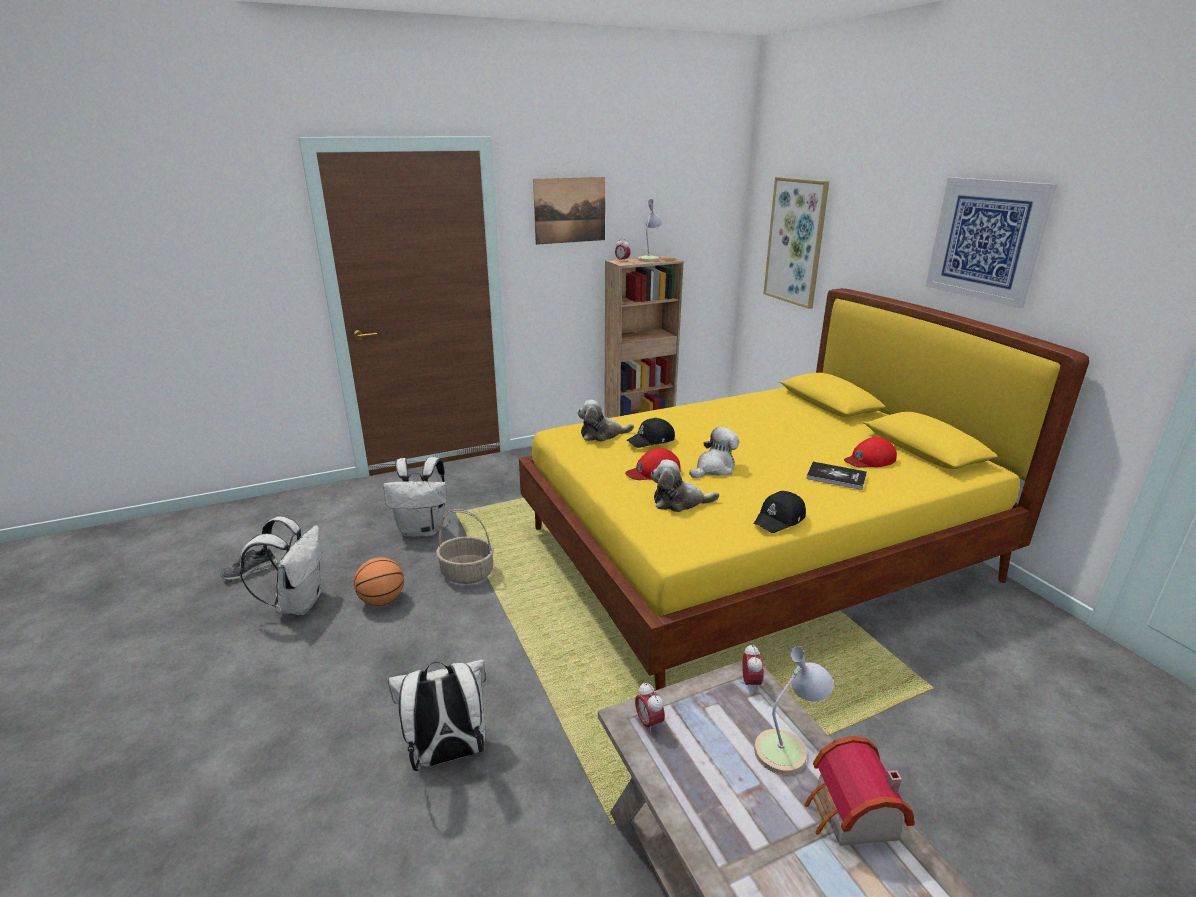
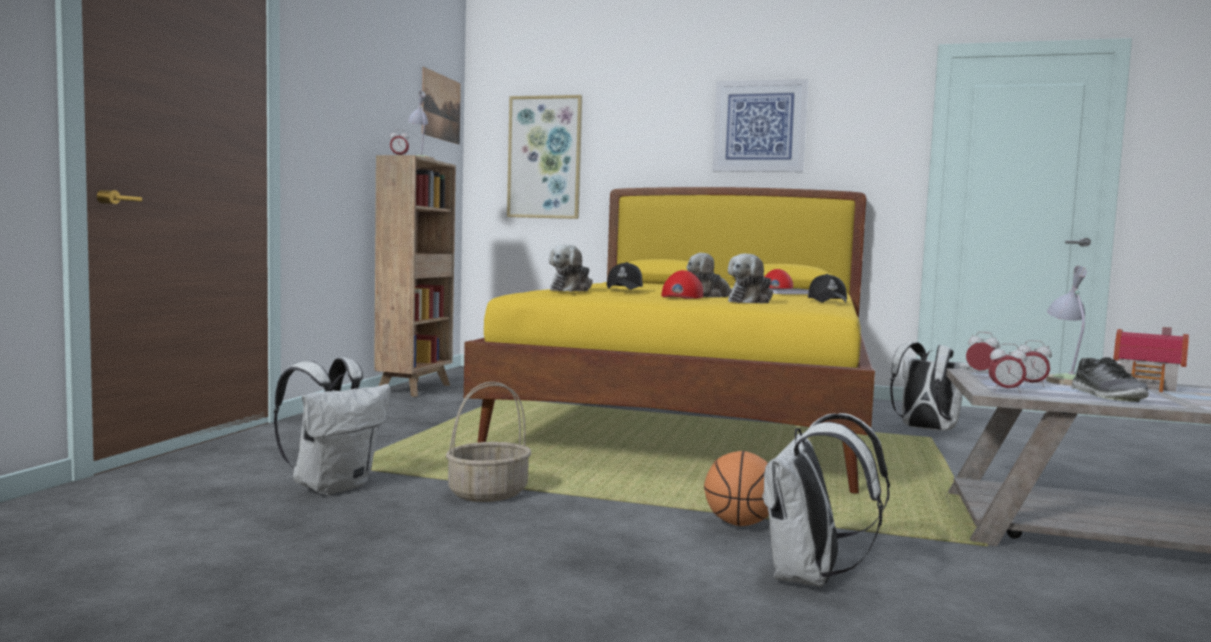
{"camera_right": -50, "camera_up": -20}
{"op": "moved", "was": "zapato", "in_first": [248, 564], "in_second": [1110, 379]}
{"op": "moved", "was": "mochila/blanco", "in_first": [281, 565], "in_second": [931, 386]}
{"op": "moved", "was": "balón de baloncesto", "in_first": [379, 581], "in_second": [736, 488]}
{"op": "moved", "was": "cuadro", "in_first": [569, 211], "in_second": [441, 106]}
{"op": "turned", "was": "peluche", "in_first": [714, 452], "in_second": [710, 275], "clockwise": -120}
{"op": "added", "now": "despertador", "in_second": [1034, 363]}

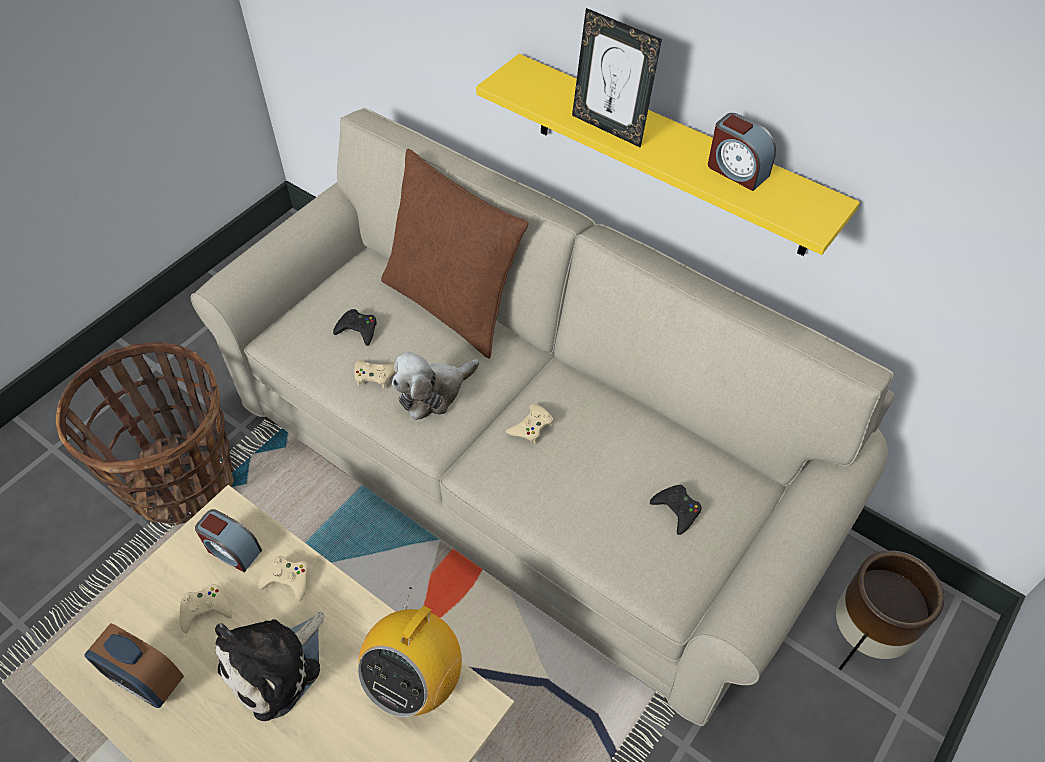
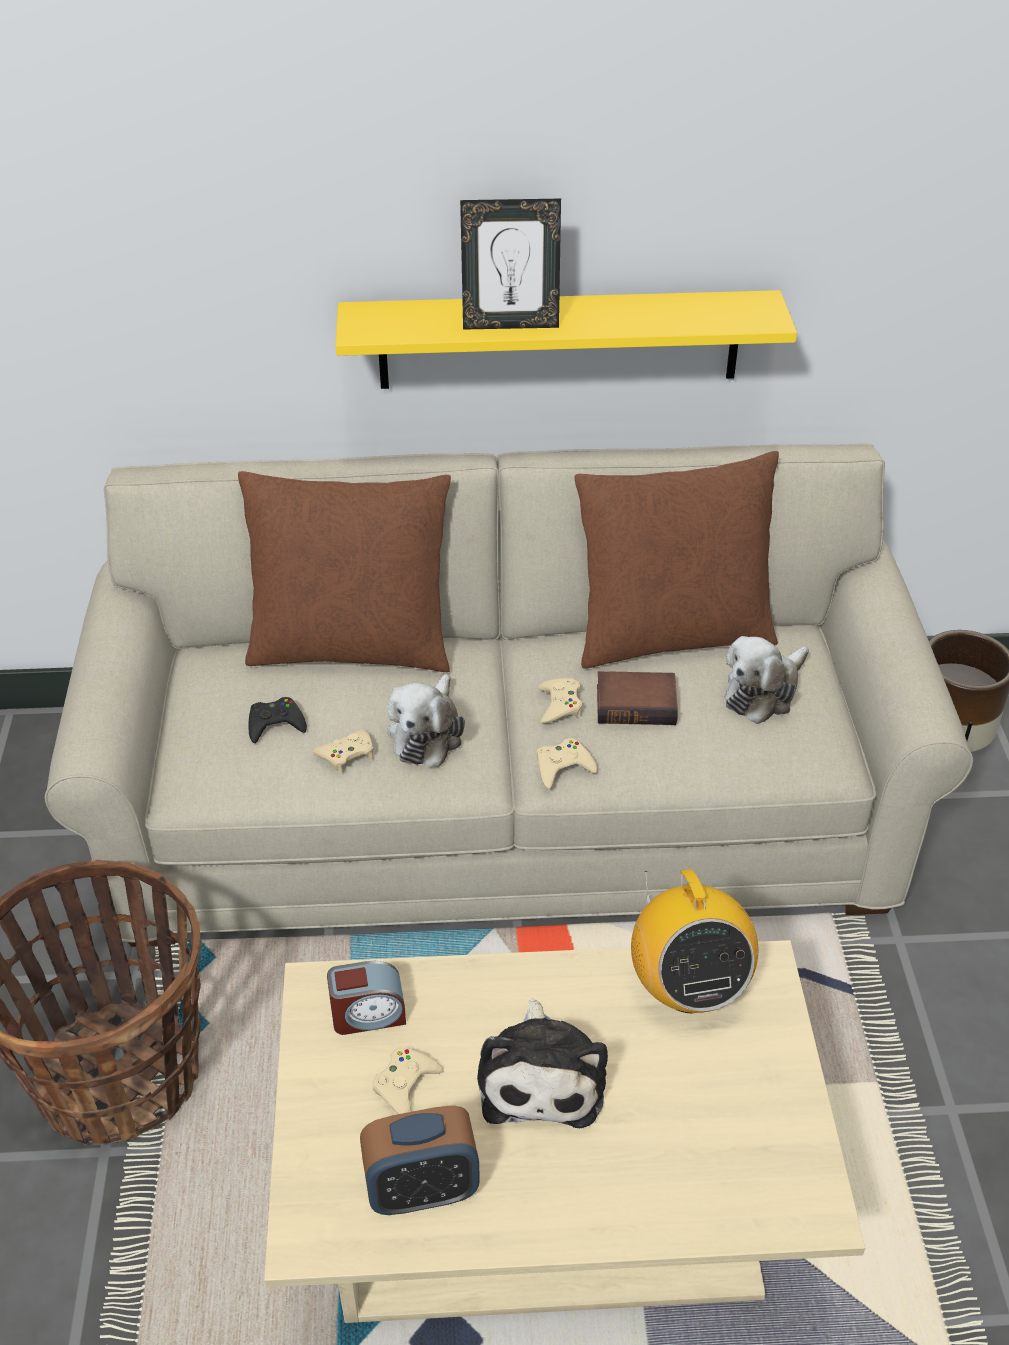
{"camera_right": -40, "camera_up": -10}
{"op": "moved", "was": "mando de consola/beis", "in_first": [283, 578], "in_second": [567, 763]}
{"op": "replaced", "was": "mando de consola/negro", "now": "peluche", "in_first": [676, 510], "in_second": [767, 680]}
{"op": "removed", "was": "despertador", "in_first": [742, 152]}
{"op": "added", "now": "cojín/marrón", "in_second": [676, 560]}
{"op": "added", "now": "libro", "in_second": [637, 698]}

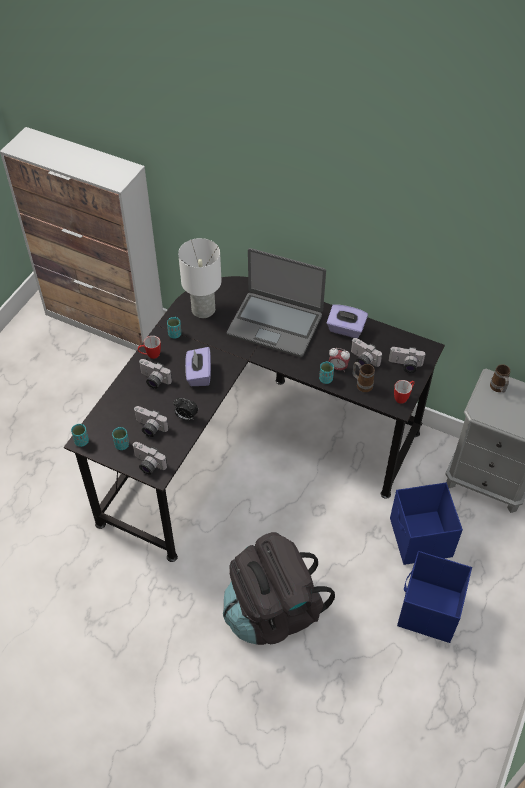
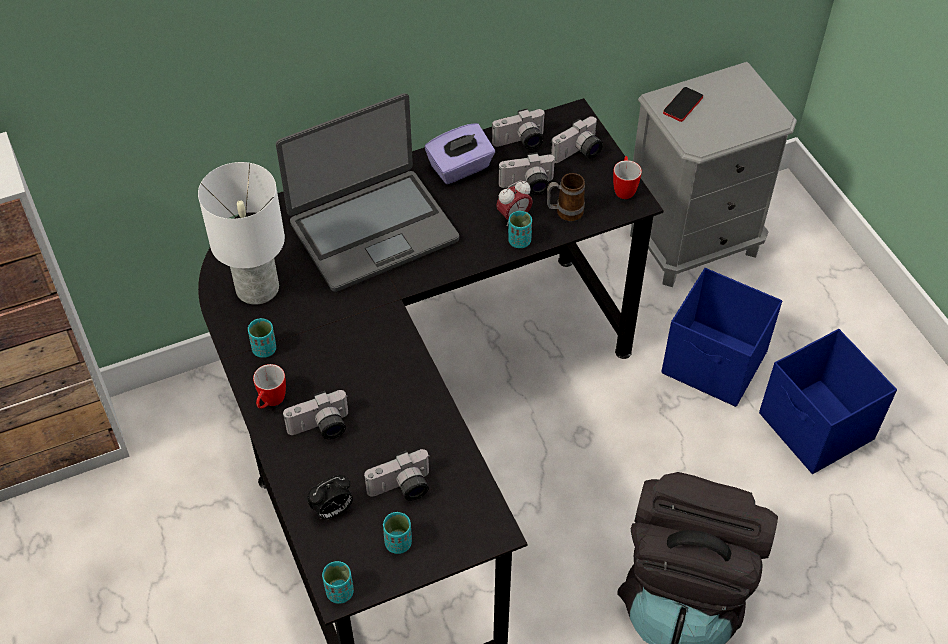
{"camera_right": -50, "camera_up": 0}
{"op": "moved", "was": "cámara", "in_first": [150, 458], "in_second": [518, 129]}
{"op": "moved", "was": "despertador", "in_first": [185, 409], "in_second": [330, 497]}
{"op": "removed", "was": "caja de pañuelos/morado", "in_first": [198, 366]}
{"op": "replaced", "was": "taza grande", "now": "móvil", "in_first": [500, 378], "in_second": [683, 104]}

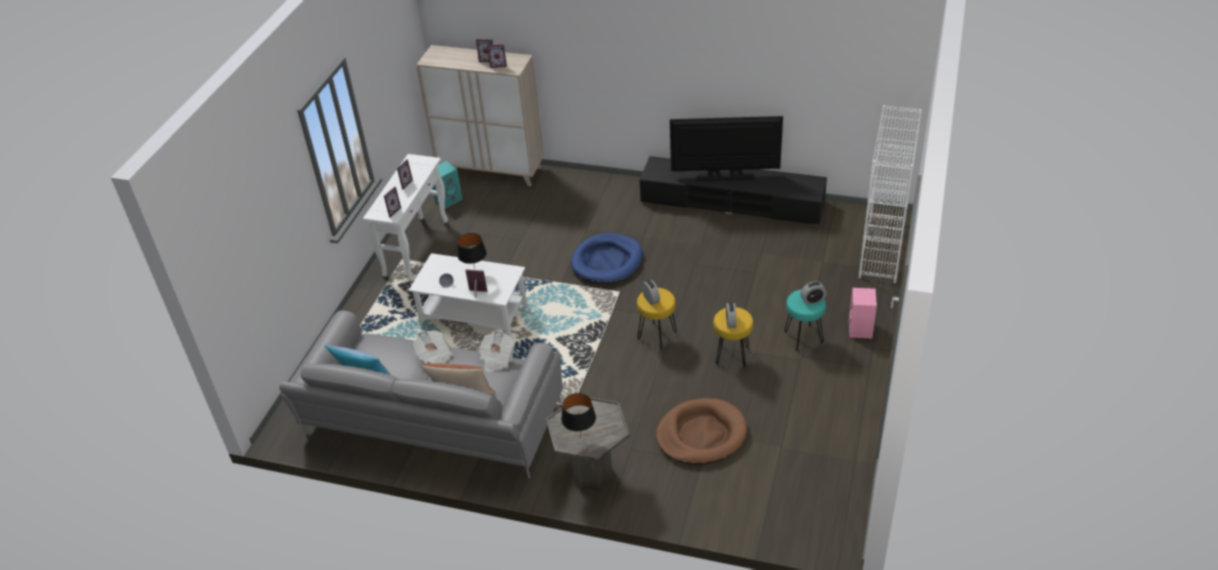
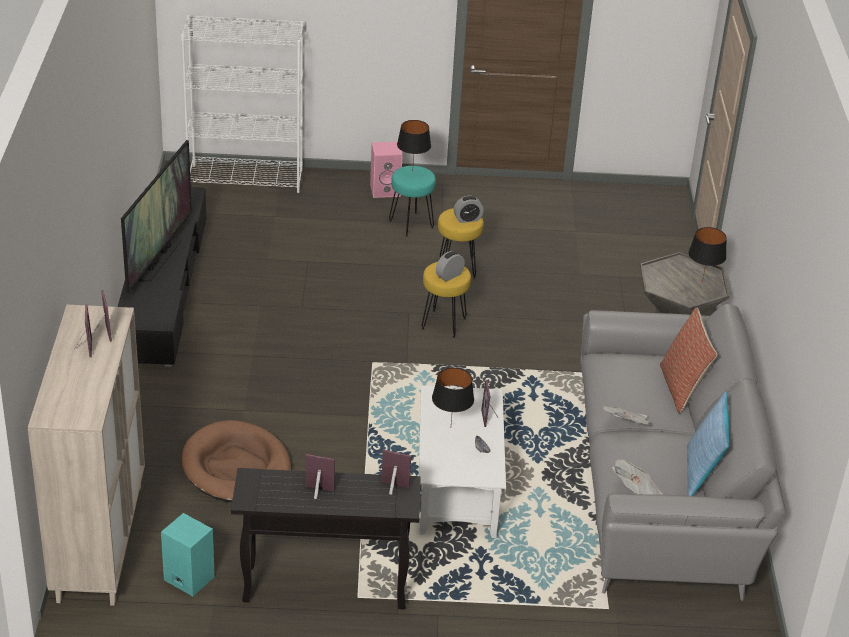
{"camera_right": -110, "camera_up": -5}
{"op": "recoloured", "was": "mesa consola/blanco", "now": "mesa consola/negro", "in_first": [405, 217], "in_second": [326, 538]}
{"op": "moved", "was": "periódico", "in_first": [497, 351], "in_second": [637, 477]}
{"op": "removed", "was": "cama para perro/azul", "in_first": [607, 258]}
{"op": "moved", "was": "cama para perro/marrón", "in_first": [701, 431], "in_second": [236, 461]}
{"op": "turned", "was": "televisor", "in_first": [726, 148], "in_second": [156, 216], "clockwise": -150}
{"op": "replaced", "was": "despertador", "now": "lámpara de mesa/negro", "in_first": [813, 293], "in_second": [414, 146]}

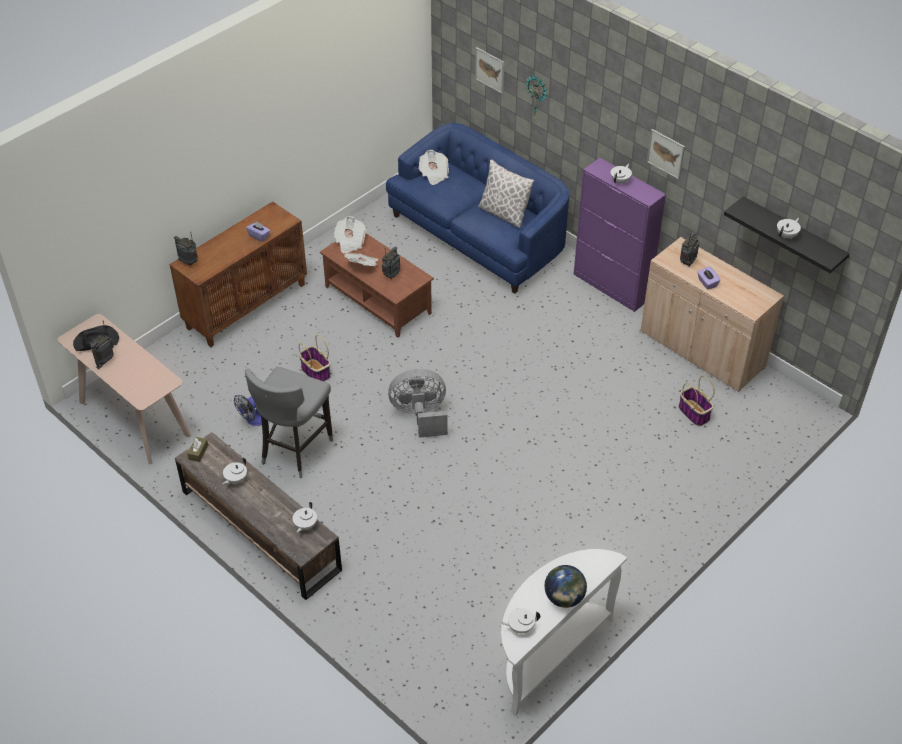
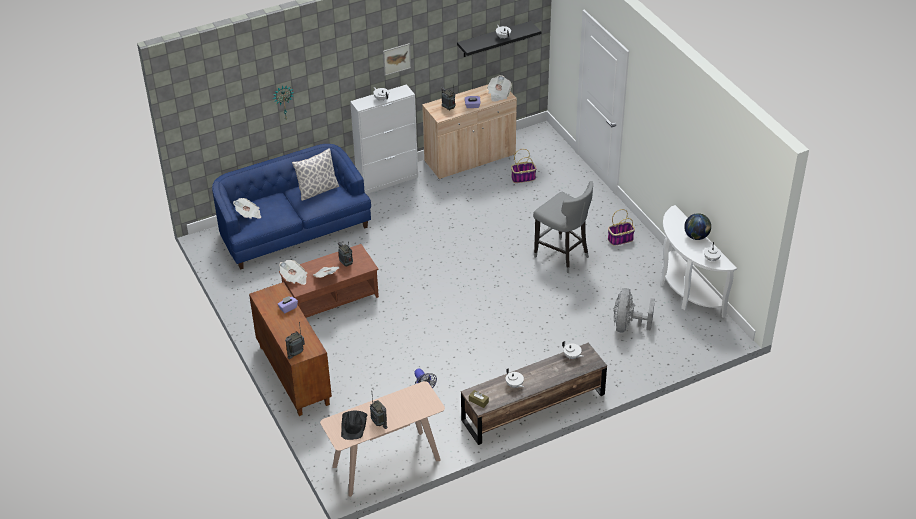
{"camera_right": -70, "camera_up": -5}
{"op": "moved", "was": "taburete/gris", "in_first": [289, 422], "in_second": [563, 227]}
{"op": "moved", "was": "cesta", "in_first": [315, 358], "in_second": [621, 227]}
{"op": "moved", "was": "ventilador/gris", "in_first": [418, 403], "in_second": [634, 310]}
{"op": "removed", "was": "cuadro", "in_first": [489, 70]}
{"op": "recoloured", "was": "armario/morado", "now": "armario/blanco", "in_first": [620, 235], "in_second": [384, 139]}
{"op": "added", "now": "periódico", "in_second": [499, 88]}

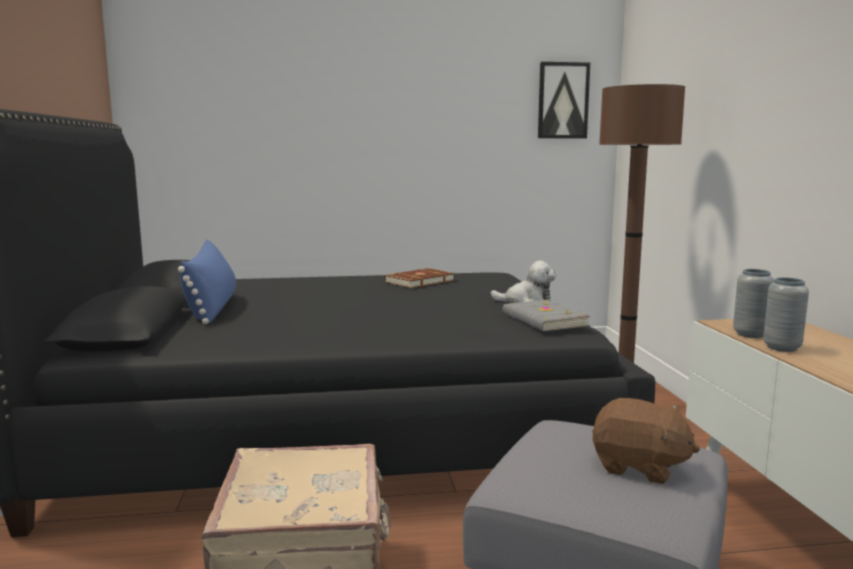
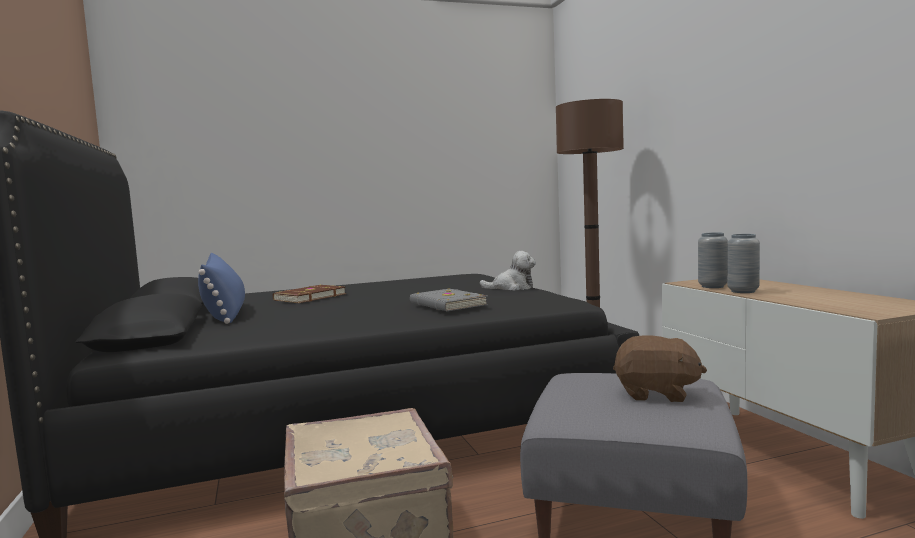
{"camera_right": -10, "camera_up": -5}
{"op": "moved", "was": "libro/marrón", "in_first": [419, 278], "in_second": [309, 293]}
{"op": "moved", "was": "libro/gris", "in_first": [546, 315], "in_second": [449, 299]}
{"op": "removed", "was": "cuadro", "in_first": [564, 100]}

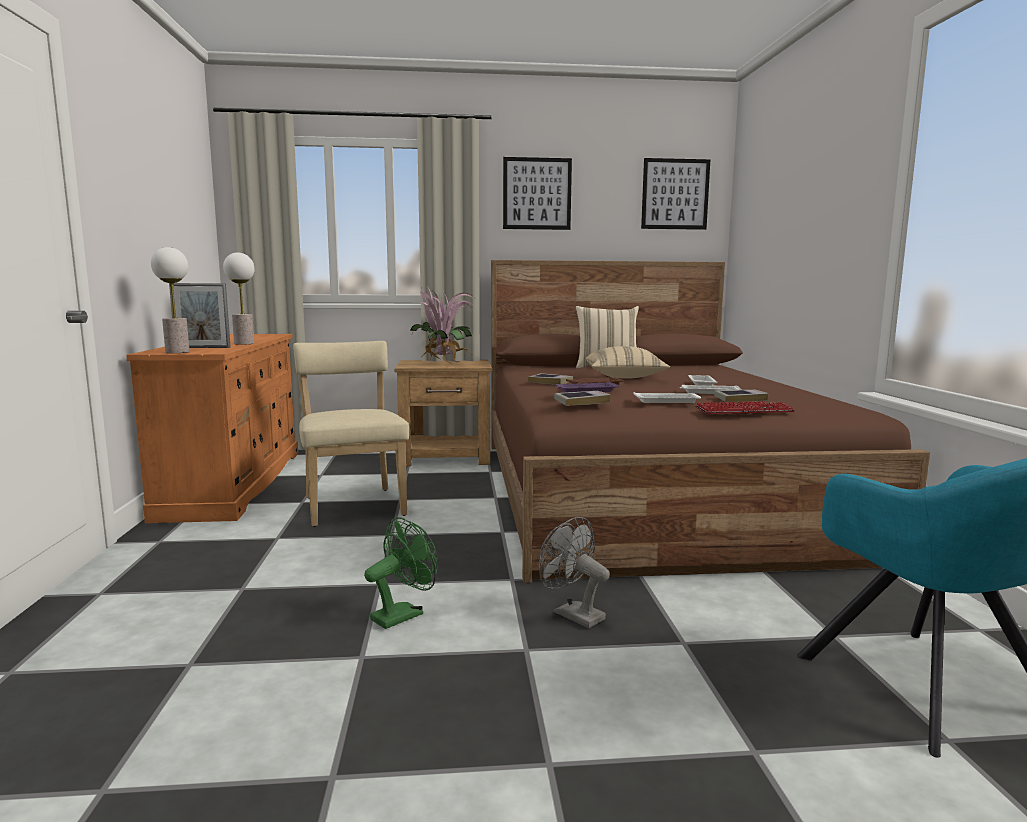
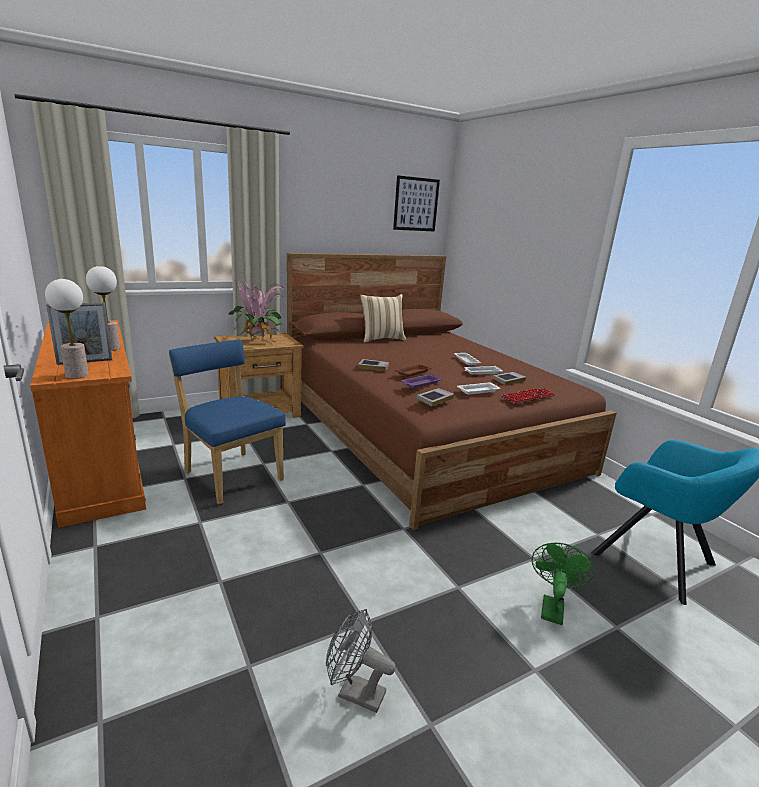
{"camera_right": -25, "camera_up": 10}
{"op": "recoloured", "was": "silla/beis", "now": "silla/azul", "in_first": [351, 434], "in_second": [227, 422]}
{"op": "moved", "was": "ventilador/verde", "in_first": [401, 573], "in_second": [563, 584]}
{"op": "removed", "was": "cuadro", "in_first": [537, 193]}
{"op": "moved", "was": "ventilador/gris", "in_first": [574, 572], "in_second": [361, 661]}
{"op": "removed", "was": "cojín/beis", "in_first": [627, 362]}

